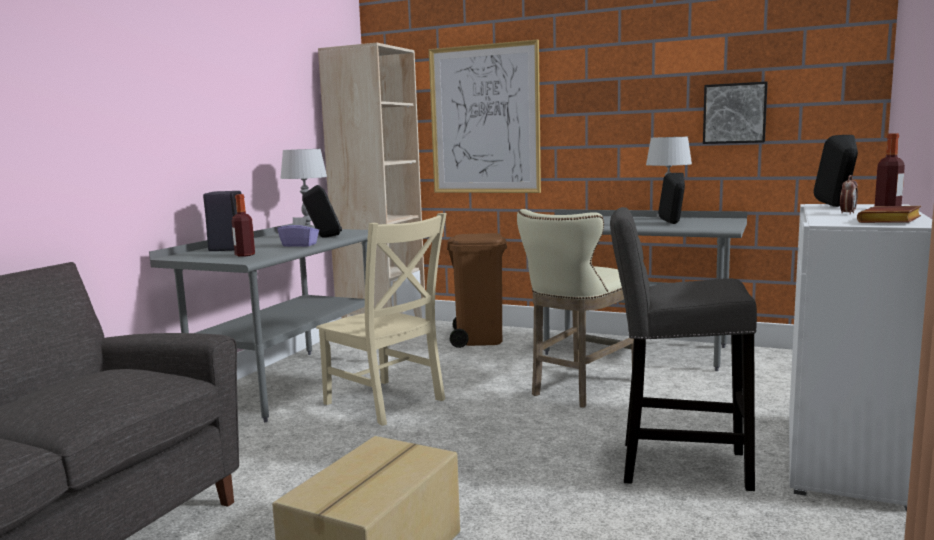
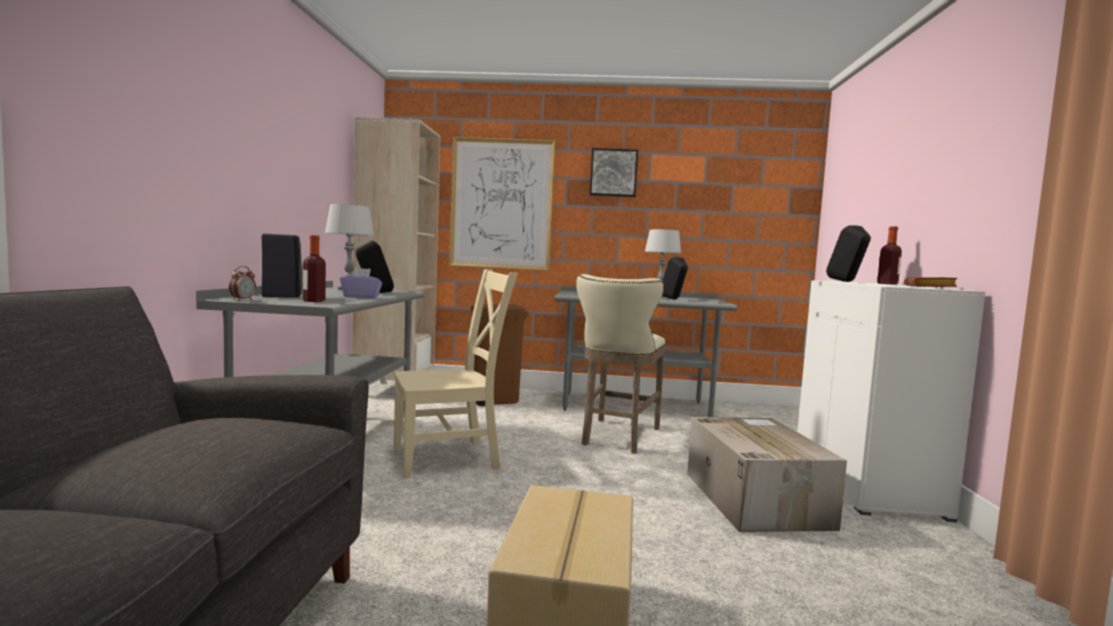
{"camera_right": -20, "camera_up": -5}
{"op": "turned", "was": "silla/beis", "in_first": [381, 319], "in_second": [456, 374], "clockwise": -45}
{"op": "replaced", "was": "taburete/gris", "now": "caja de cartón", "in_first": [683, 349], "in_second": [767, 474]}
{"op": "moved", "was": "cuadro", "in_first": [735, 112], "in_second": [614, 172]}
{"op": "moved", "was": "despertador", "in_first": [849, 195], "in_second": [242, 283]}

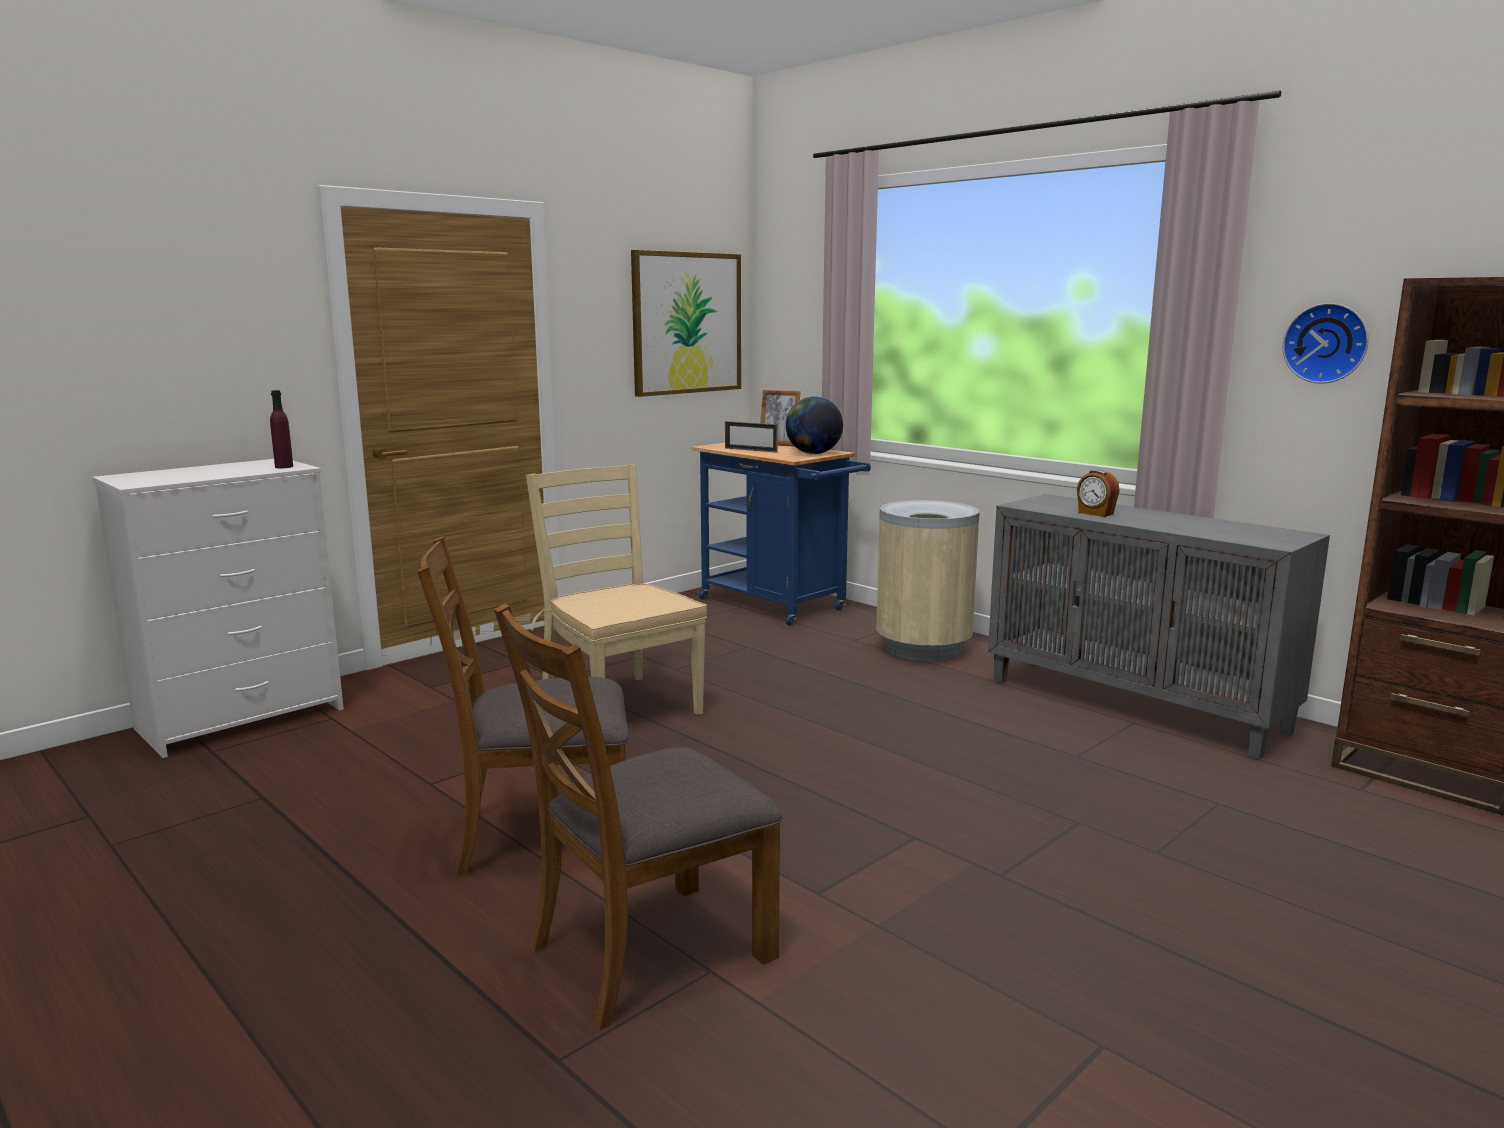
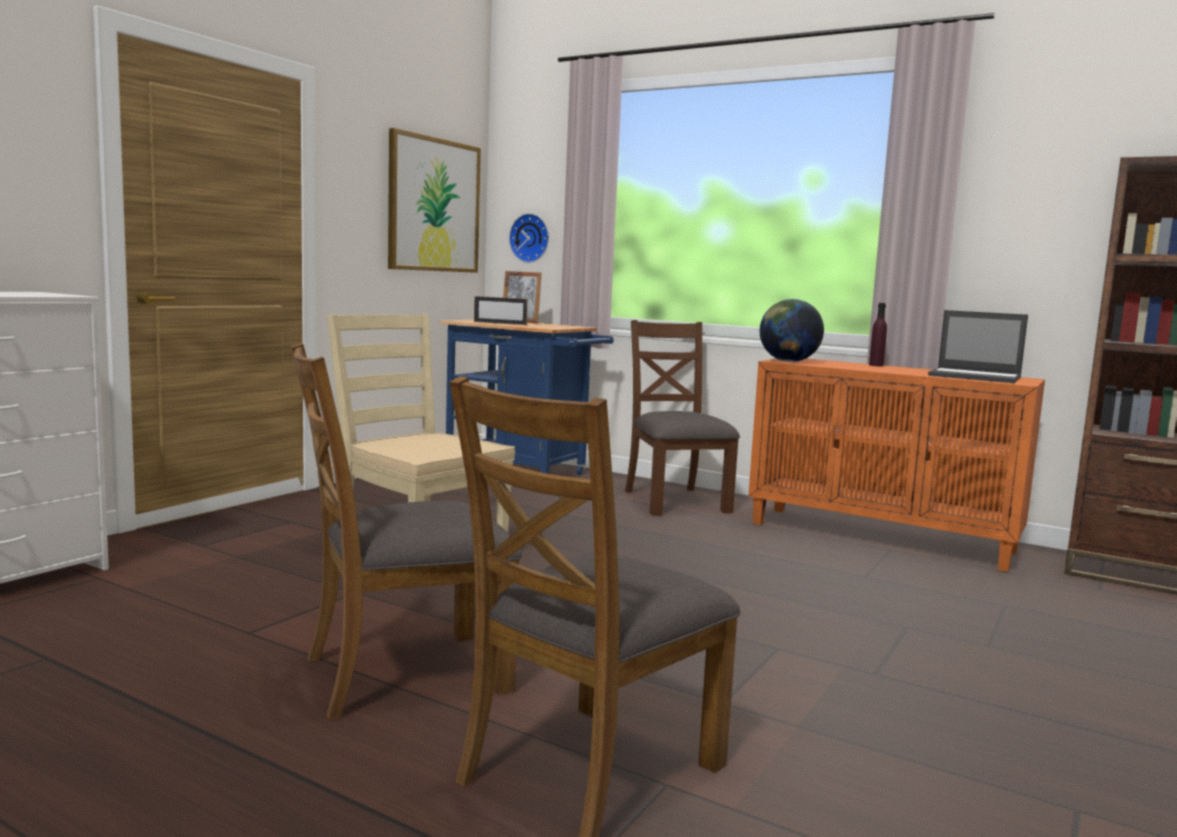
{"camera_right": -15, "camera_up": -5}
{"op": "moved", "was": "botella/morado", "in_first": [281, 429], "in_second": [878, 334]}
{"op": "moved", "was": "globo terráqueo", "in_first": [814, 425], "in_second": [792, 330]}
{"op": "replaced", "was": "papelera/beis", "now": "silla/marrón", "in_first": [928, 580], "in_second": [682, 418]}
{"op": "recoloured", "was": "armario/gris", "now": "armario/naranja", "in_first": [1159, 626], "in_second": [896, 465]}
{"op": "removed", "was": "despertador", "in_first": [1098, 493]}
{"op": "moved", "was": "reloj de pared", "in_first": [1326, 343], "in_second": [529, 238]}
{"op": "added", "now": "portátil", "in_second": [978, 346]}

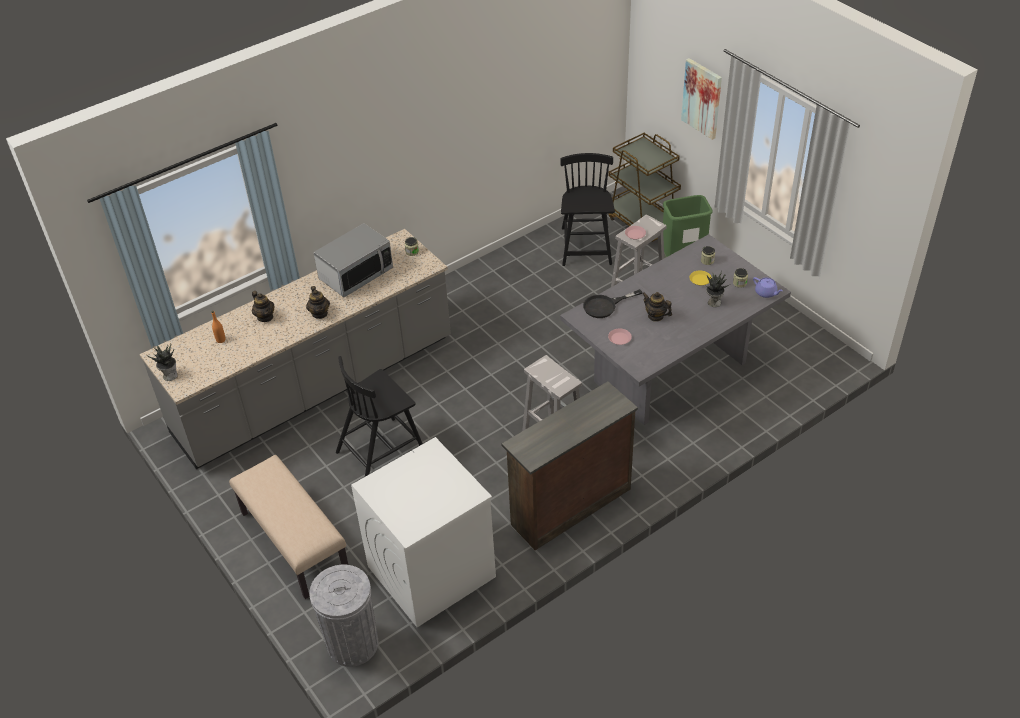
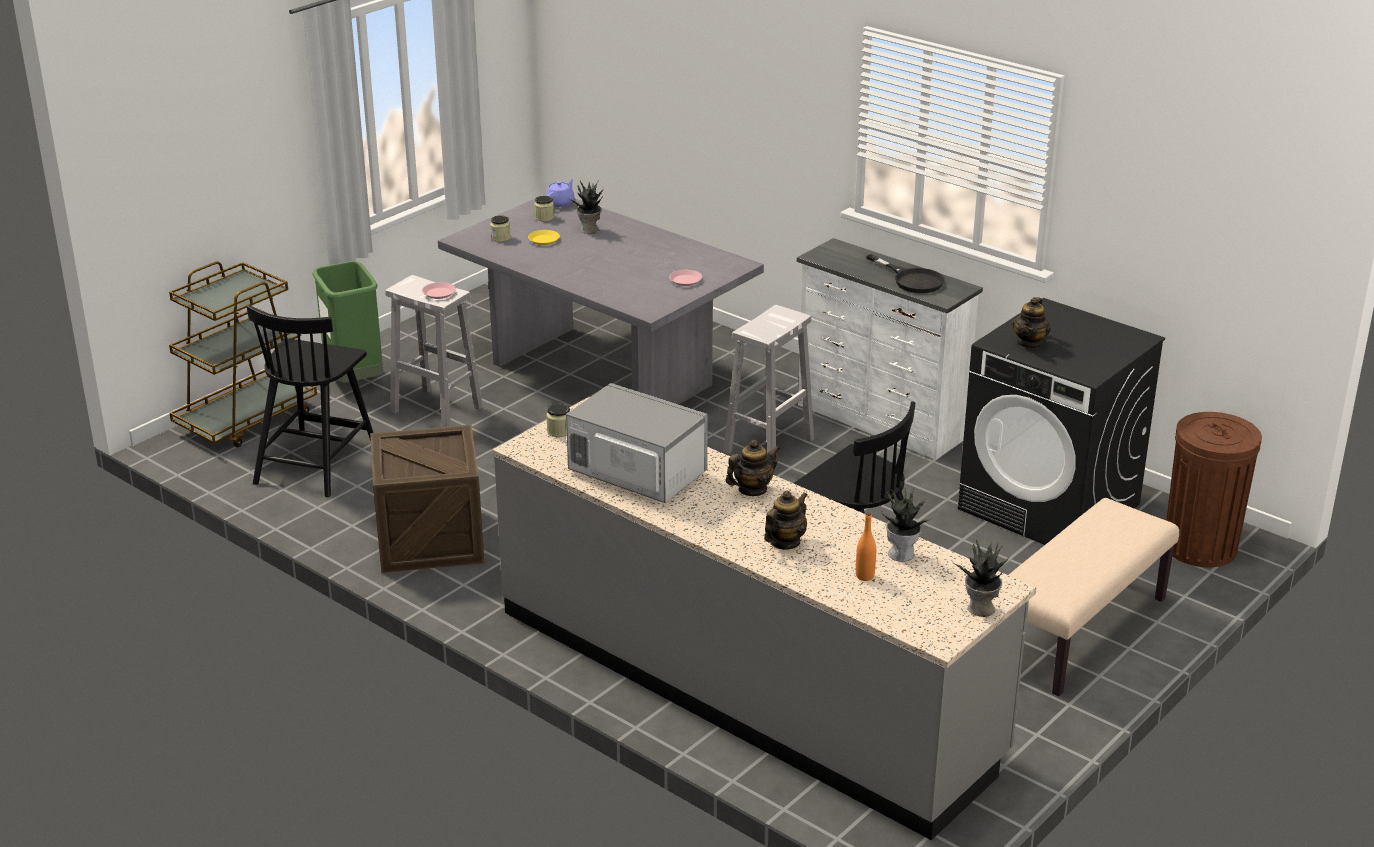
{"camera_right": -105, "camera_up": -15}
{"op": "recoloured", "was": "papelera/gris", "now": "papelera/marrón", "in_first": [343, 616], "in_second": [1214, 489]}
{"op": "recoloured", "was": "lavadora/blanco", "now": "lavadora/negro", "in_first": [423, 532], "in_second": [1061, 421]}
{"op": "recoloured", "was": "cómoda/marrón", "now": "cómoda/blanco", "in_first": [570, 465], "in_second": [890, 349]}
{"op": "turned", "was": "silla/negro", "in_first": [587, 209], "in_second": [310, 401], "clockwise": -60}
{"op": "moved", "was": "sartén/negro", "in_first": [612, 303], "in_second": [905, 273]}
{"op": "moved", "was": "tetera", "in_first": [657, 307], "in_second": [1031, 323]}
{"op": "removed", "was": "cuadro", "in_first": [701, 99]}
{"op": "added", "now": "caja de embalaje", "in_second": [427, 499]}
{"op": "added", "now": "planta en maceta", "in_second": [907, 524]}

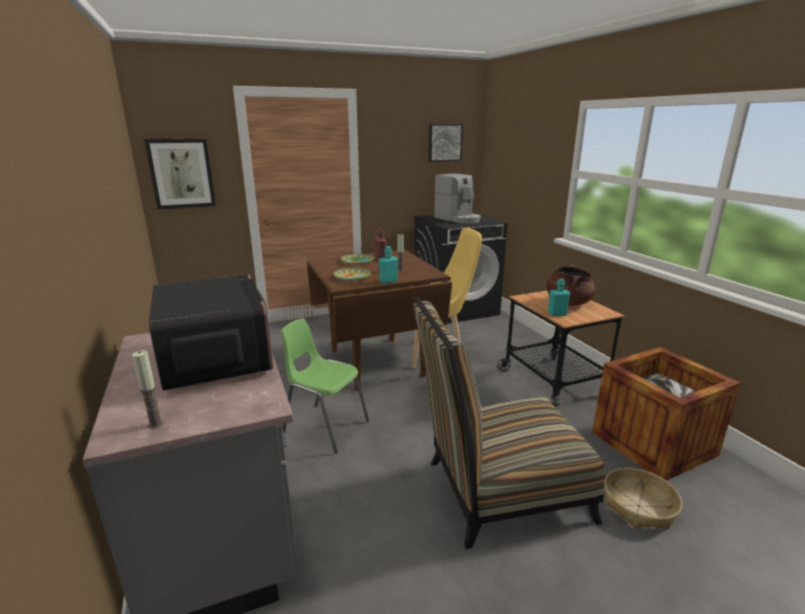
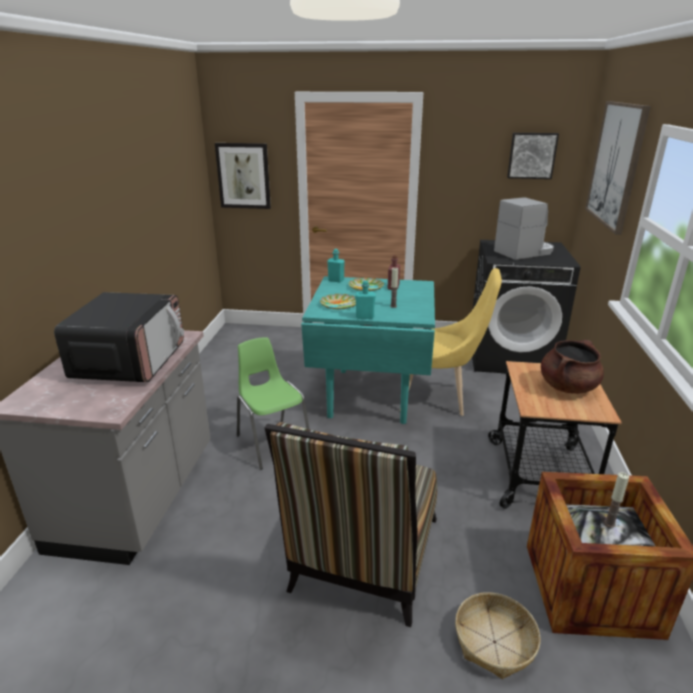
{"camera_right": 30, "camera_up": 5}
{"op": "moved", "was": "vela", "in_first": [148, 389], "in_second": [616, 499]}
{"op": "recoloured", "was": "mesa de comedor/marrón", "now": "mesa de comedor/turquesa", "in_first": [379, 320], "in_second": [368, 350]}
{"op": "turned", "was": "silla", "in_first": [509, 423], "in_second": [350, 524], "clockwise": -90}
{"op": "turned", "was": "cafetera", "in_first": [457, 198], "in_second": [524, 228], "clockwise": -105}
{"op": "moved", "was": "botella/turquesa", "in_first": [559, 297], "in_second": [336, 266]}
{"op": "added", "now": "cuadro", "in_second": [618, 168]}

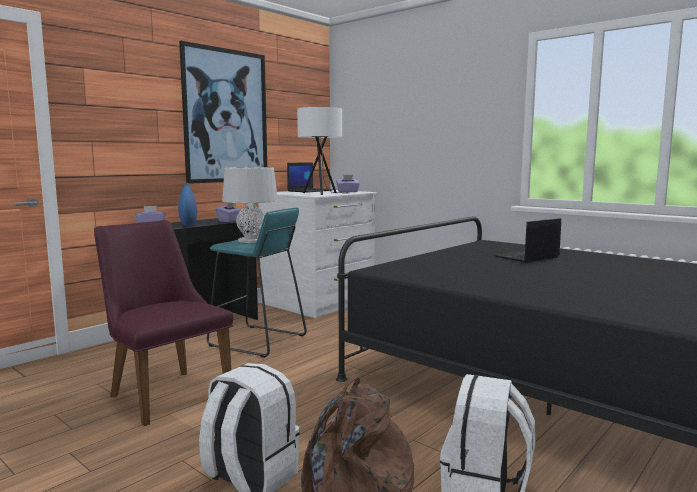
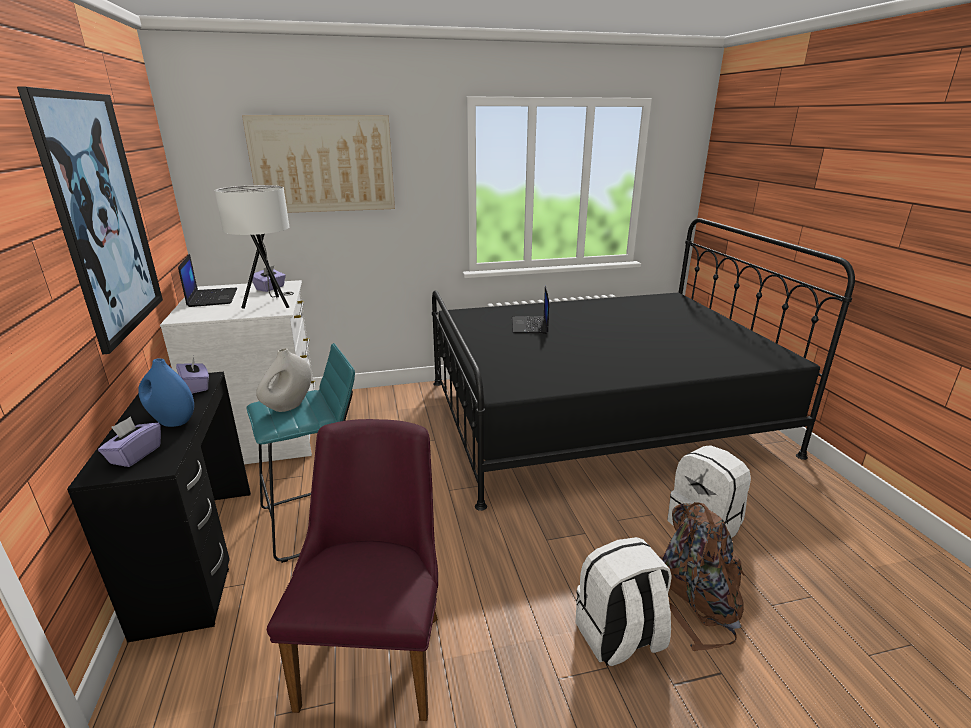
{"camera_right": -55, "camera_up": 15}
{"op": "turned", "was": "silla/morado", "in_first": [164, 323], "in_second": [352, 570], "clockwise": 105}
{"op": "replaced", "was": "lámpara de mesa/gris", "now": "florero/blanco", "in_first": [250, 205], "in_second": [284, 380]}
{"op": "added", "now": "cuadro", "in_second": [318, 164]}

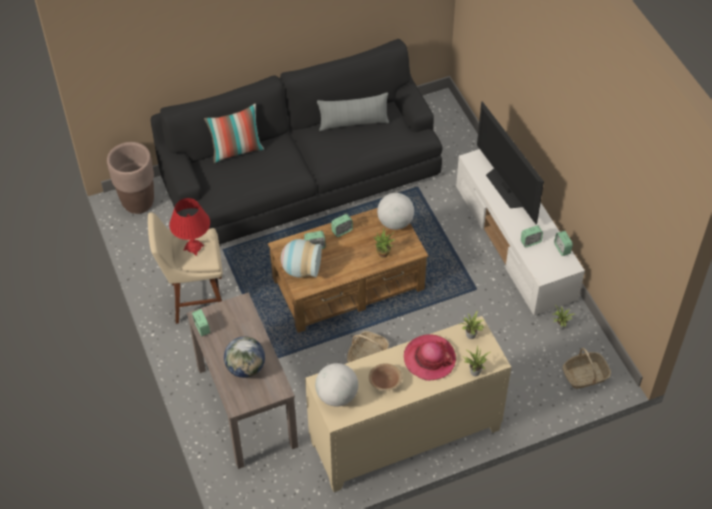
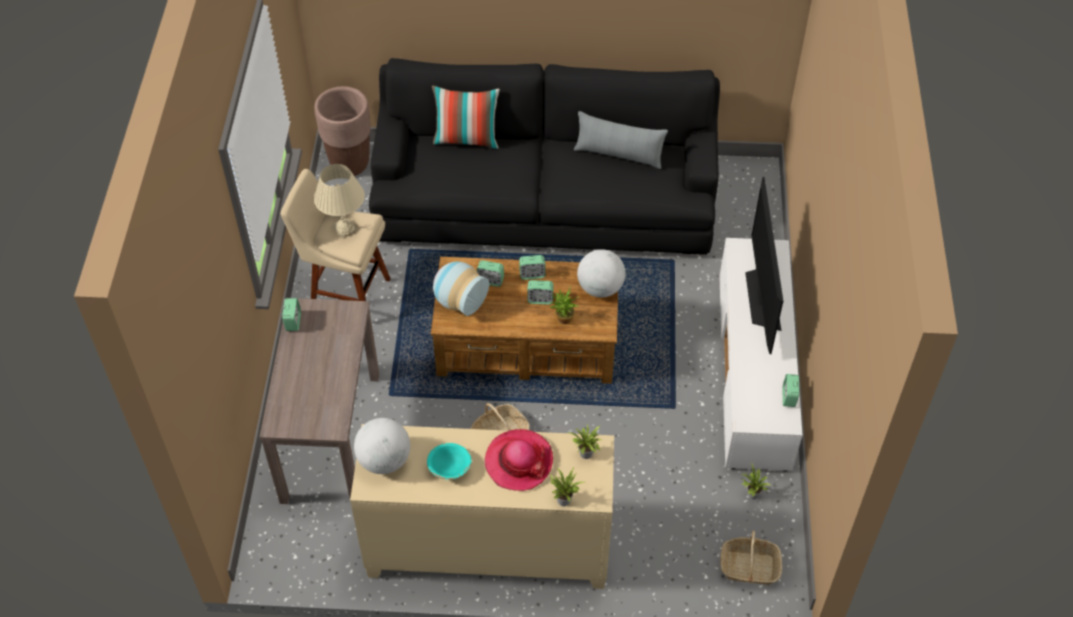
{"camera_right": 25, "camera_up": 0}
{"op": "recoloured", "was": "lámpara de mesa/rojo", "now": "lámpara de mesa/beis", "in_first": [189, 227], "in_second": [339, 201]}
{"op": "removed", "was": "globo terráqueo", "in_first": [244, 357]}
{"op": "recoloured", "was": "cuenco/marrón", "now": "cuenco/turquesa", "in_first": [385, 377], "in_second": [449, 461]}
{"op": "moved", "was": "despertador", "in_first": [532, 236], "in_second": [540, 292]}

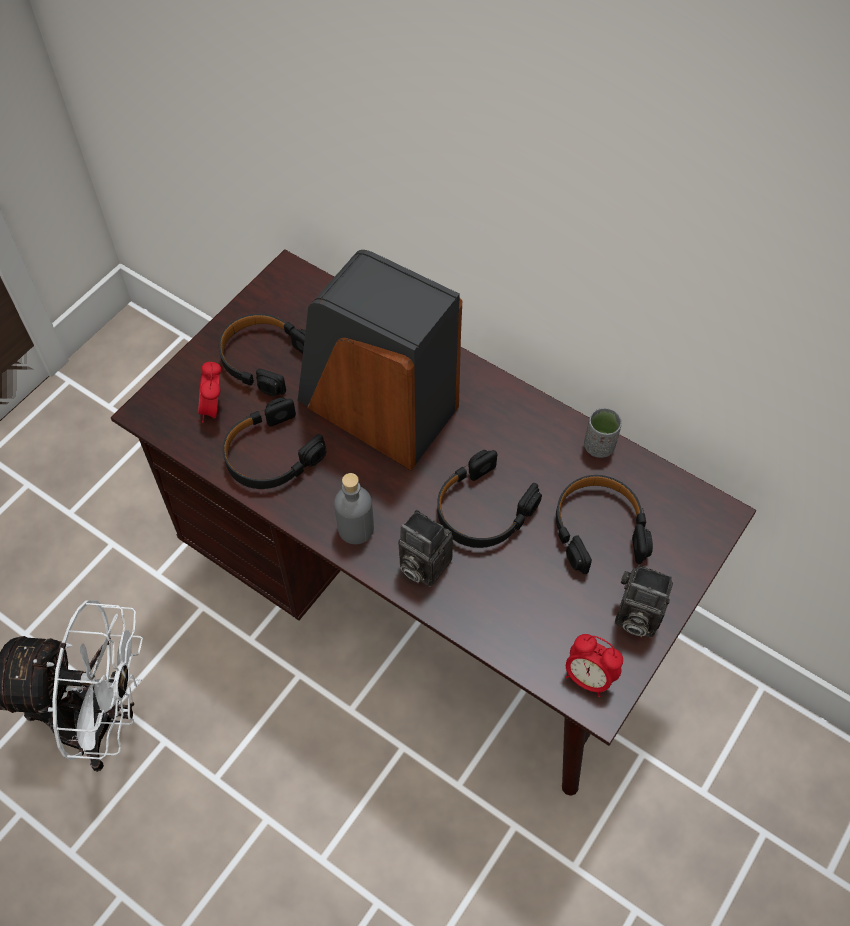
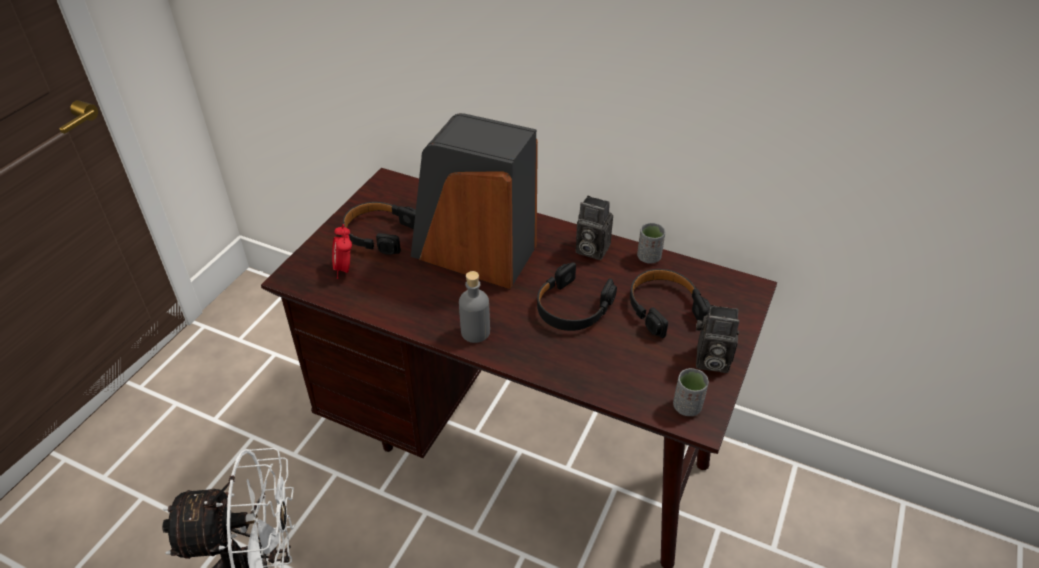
{"camera_right": -10, "camera_up": -15}
{"op": "removed", "was": "auriculares/negro", "in_first": [274, 443]}
{"op": "moved", "was": "cámara", "in_first": [425, 548], "in_second": [594, 228]}
{"op": "replaced", "was": "despertador", "now": "taza/gris", "in_first": [594, 665], "in_second": [691, 392]}

